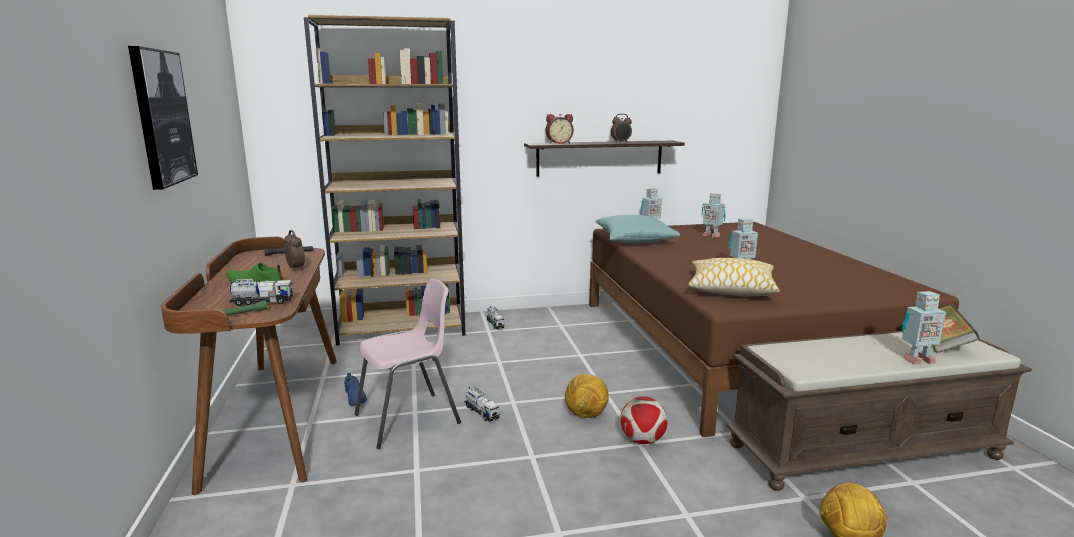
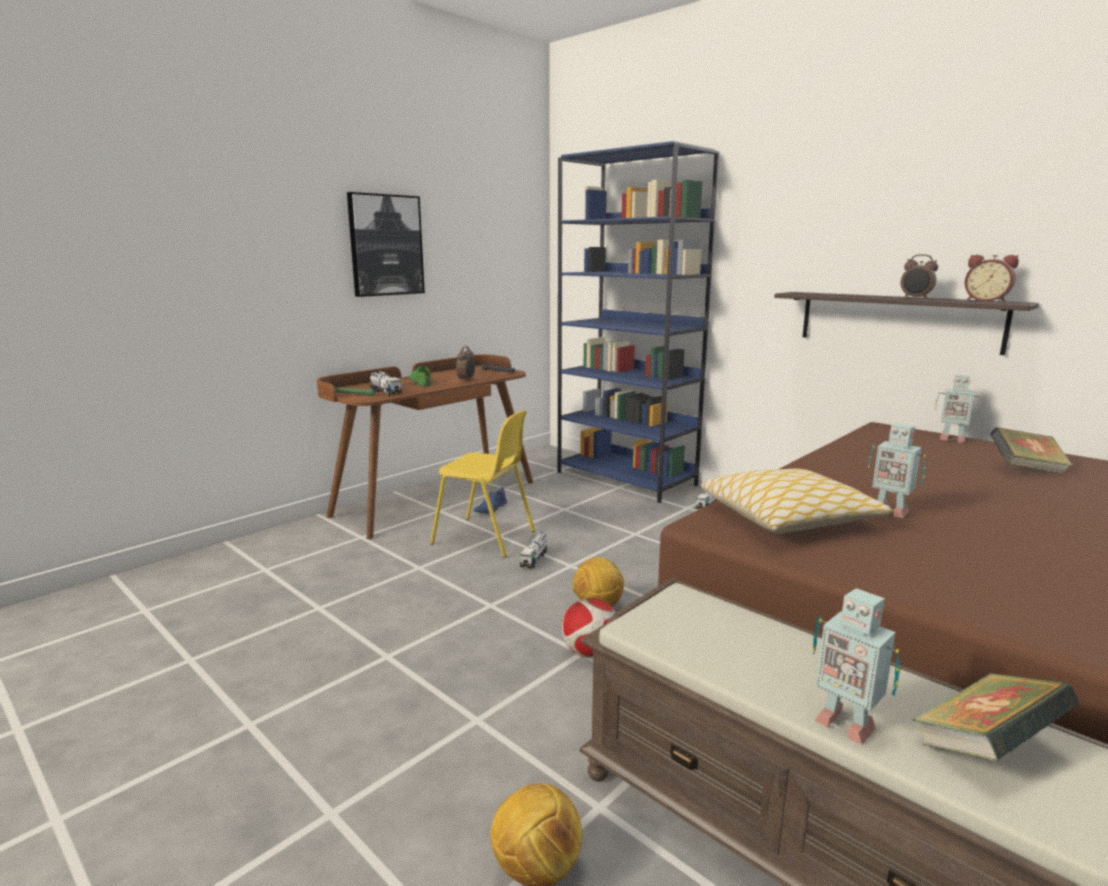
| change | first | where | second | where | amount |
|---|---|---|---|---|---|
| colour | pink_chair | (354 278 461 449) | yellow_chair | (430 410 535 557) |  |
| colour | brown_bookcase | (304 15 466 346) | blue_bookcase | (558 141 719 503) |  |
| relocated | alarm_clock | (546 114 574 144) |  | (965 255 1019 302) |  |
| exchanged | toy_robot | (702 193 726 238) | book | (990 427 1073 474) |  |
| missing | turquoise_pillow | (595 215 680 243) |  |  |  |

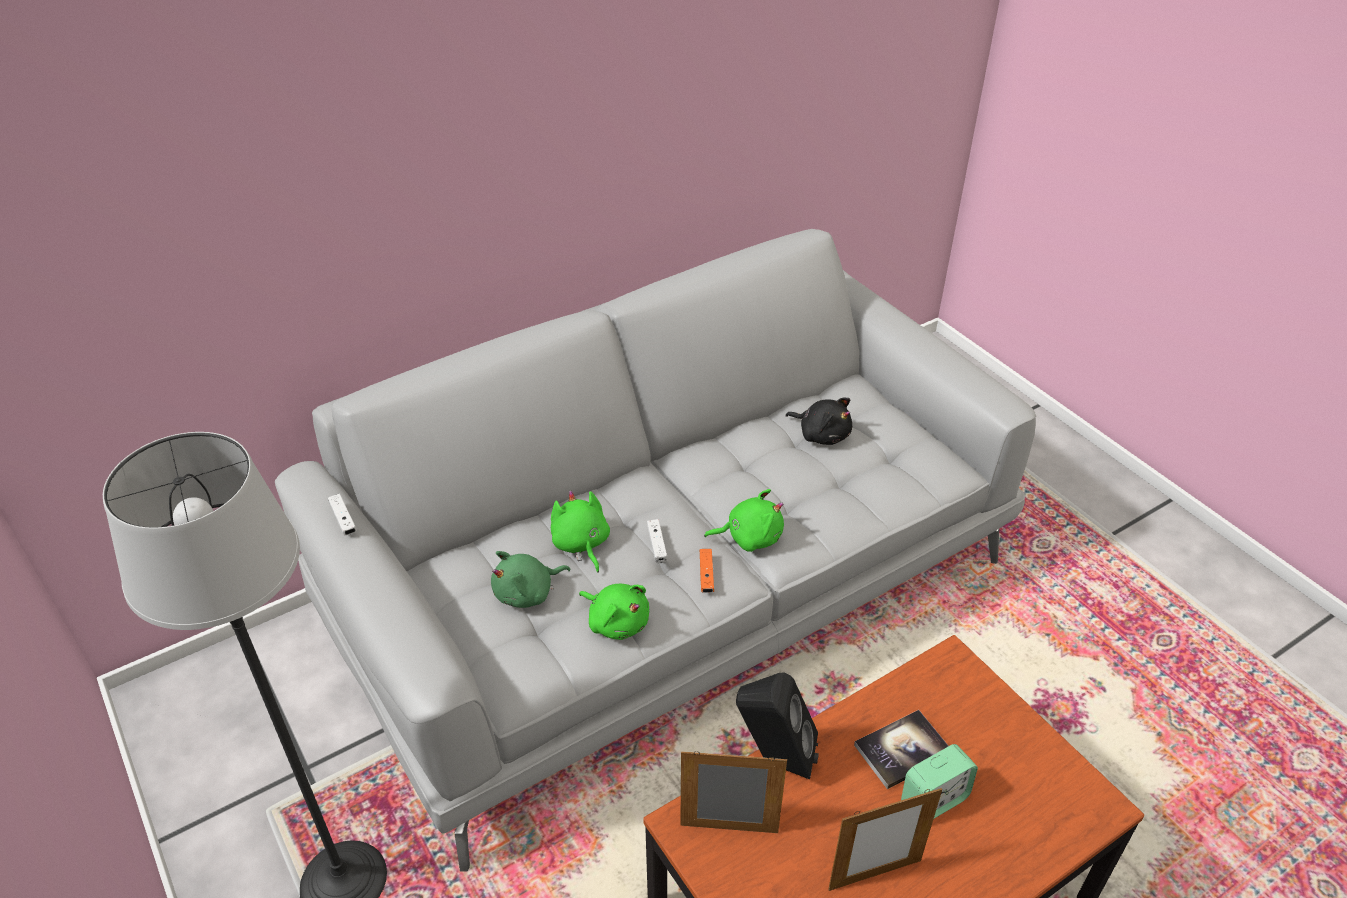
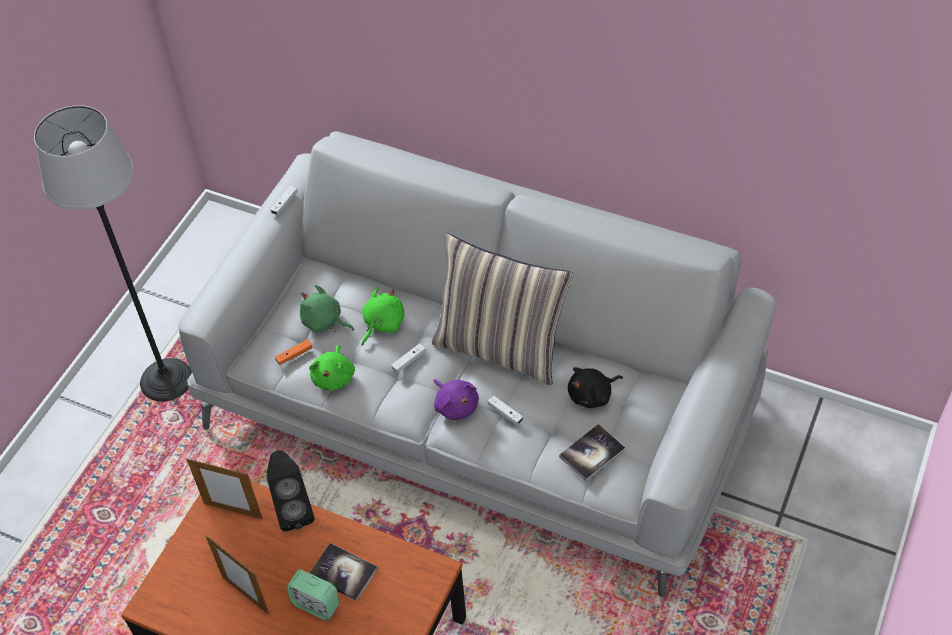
| change | first | where | second | where | amount |
|---|---|---|---|---|---|
| spun | picture_frame | (680 751 787 833) |  | (187 459 262 519) | 135 degrees clockwise |
| relocated | orange_game_controller | (700 549 714 593) |  | (275 339 312 365) |  |
| appeared |  |  | pillow | (432 233 574 385) |  |
| colour | green_plush_toy | (704 489 784 552) | purple_plush_toy | (434 379 479 420) |  |
| appeared |  |  | white_game_controller | (488 396 523 425) |  |
| appeared |  |  | book | (559 424 625 482) |  |
| spun | black_plush_toy | (786 398 852 445) |  | (568 367 623 408) | 60 degrees clockwise |

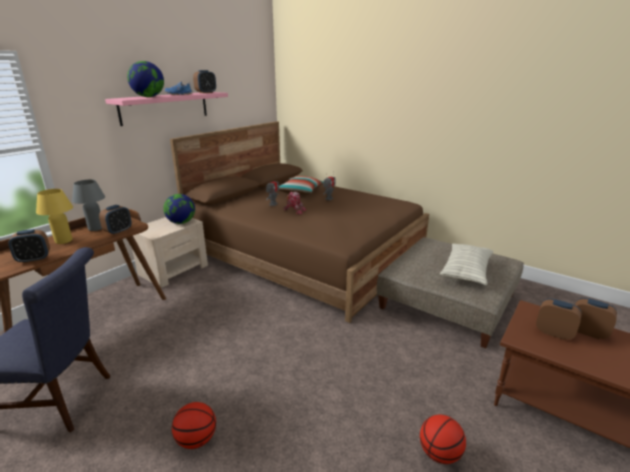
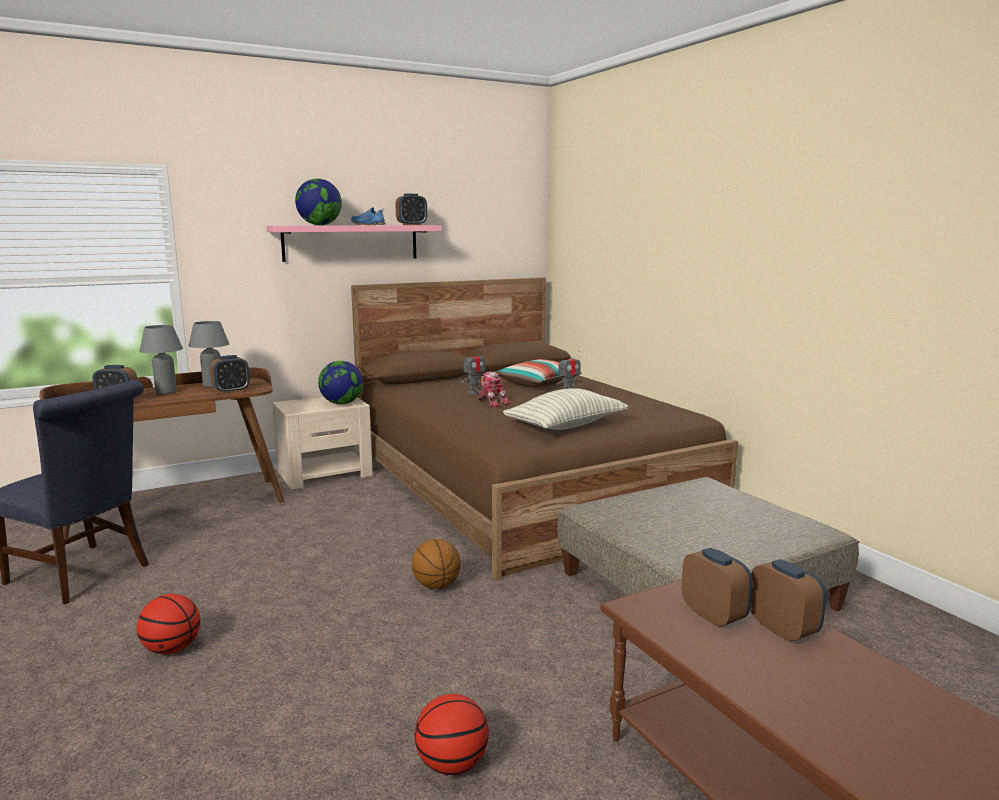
| change | first | where | second | where | amount |
|---|---|---|---|---|---|
| colour | yellow_table_lamp | (36 189 73 244) | grey_table_lamp | (139 325 183 394) |  |
| appeared |  |  | basketball | (412 539 461 589) |  |
| relocated | pillow | (440 243 493 285) |  | (503 388 629 430) |  |

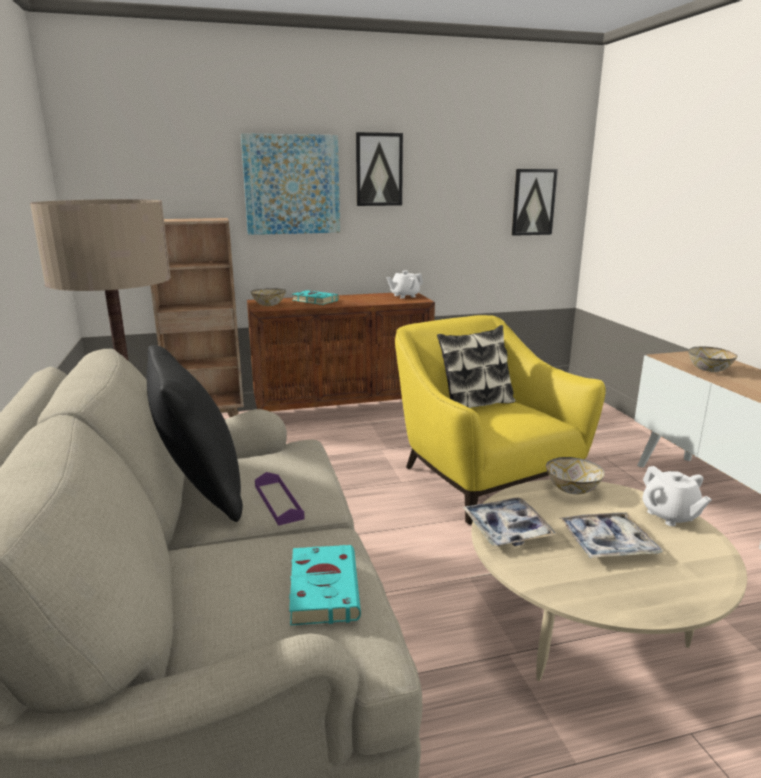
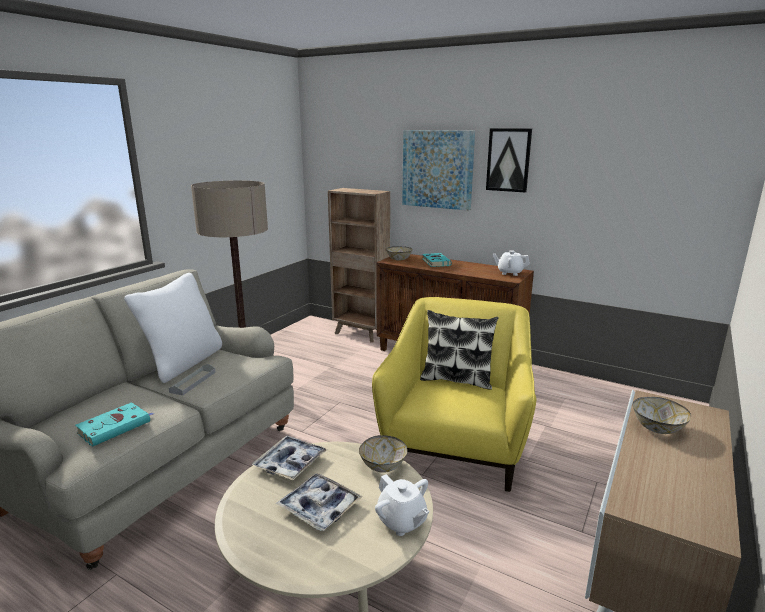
| change | first | where | second | where | amount |
|---|---|---|---|---|---|
| colour | black_pillow | (147 345 243 522) | white_pillow | (124 273 222 383) |  |
| colour | purple_tray | (255 472 305 526) | grey_tray | (169 364 216 395) |  |
| spun | white_teapot | (642 466 712 526) |  | (375 474 429 536) | 60 degrees counterclockwise |
| missing | picture | (512 169 558 236) |  |  |  |

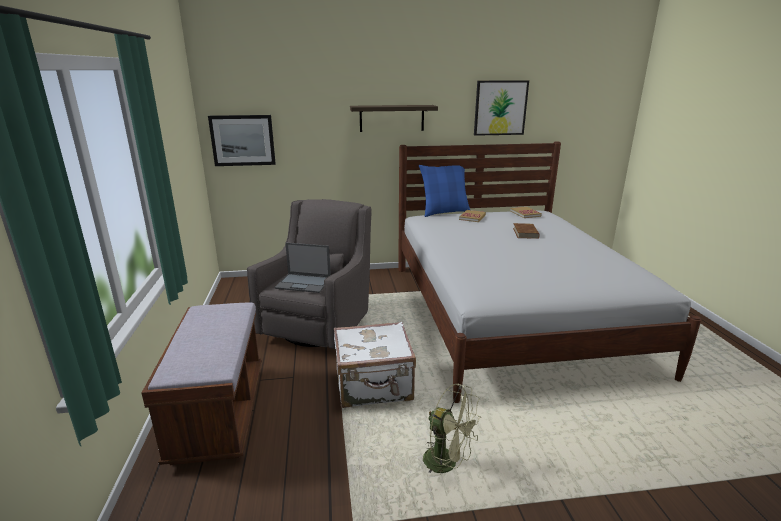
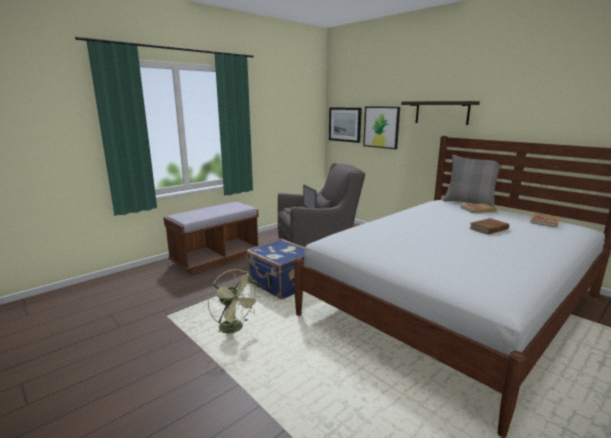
| change | first | where | second | where | amount |
|---|---|---|---|---|---|
| spun | green_fan | (423 384 481 474) |  | (208 269 260 334) | 45 degrees counterclockwise |
| colour | white_suitcase | (334 321 416 408) | blue_suitcase | (246 239 305 300) |  |
| relocated | picture | (474 80 529 136) |  | (363 106 400 149) |  |
| colour | blue_pillow | (419 165 470 217) | grey_pillow | (443 155 502 208) |  |

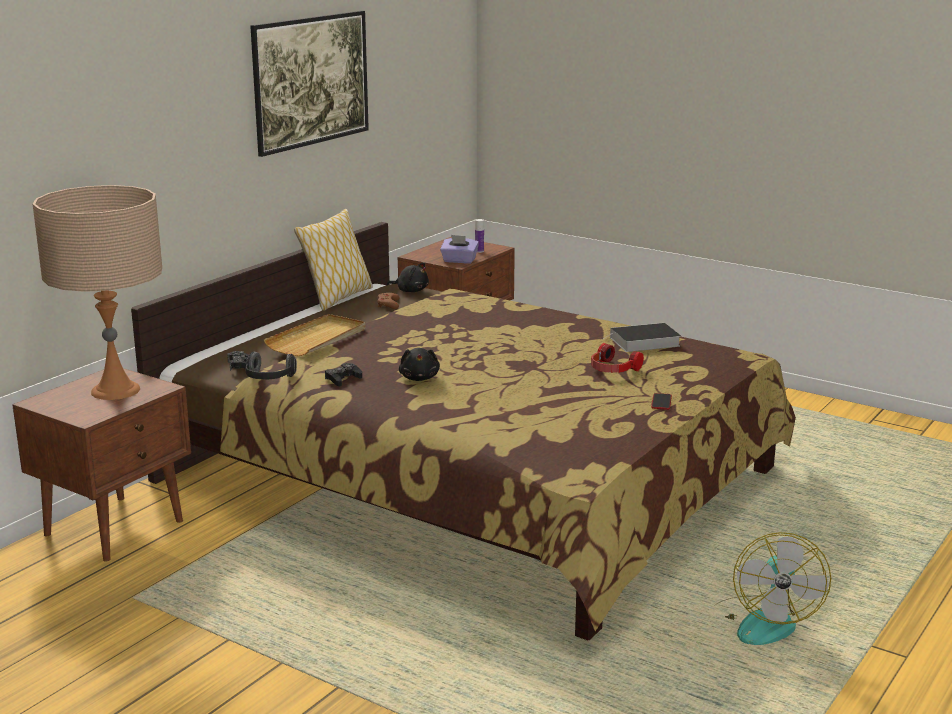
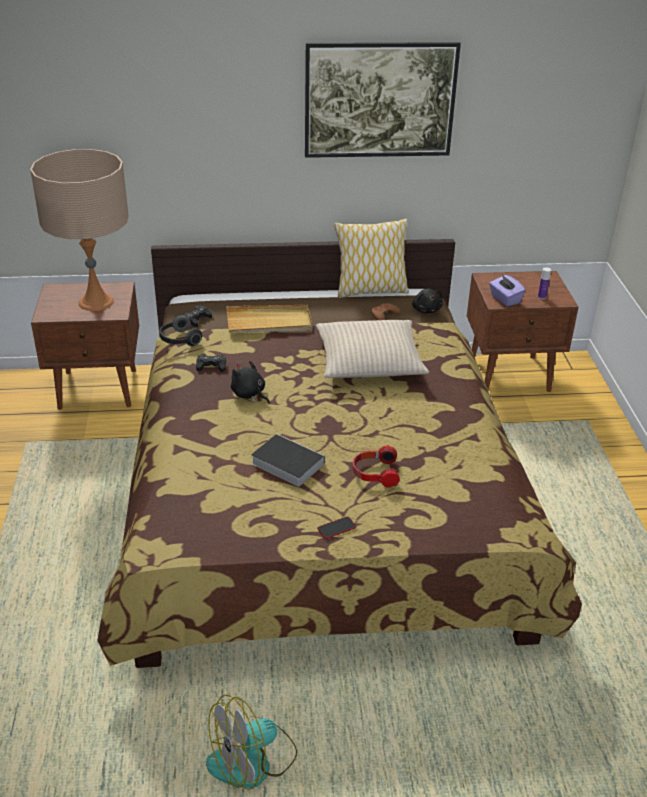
| change | first | where | second | where | amount |
|---|---|---|---|---|---|
| spun | black_plush_toy | (399 348 440 381) |  | (231 361 269 404) | 90 degrees clockwise |
| relocated | book | (604 323 681 352) |  | (251 434 325 487) |  |
| appeared |  |  | beige_pillow | (316 320 430 378) |  |

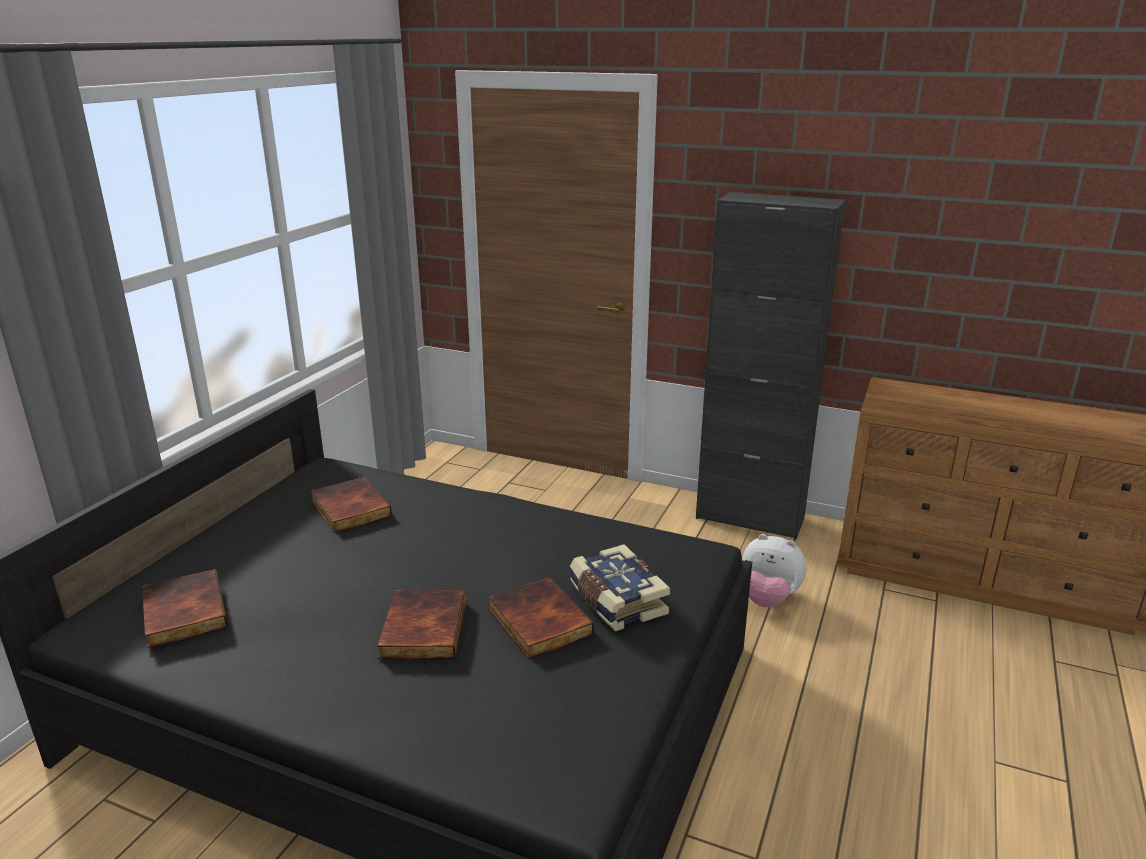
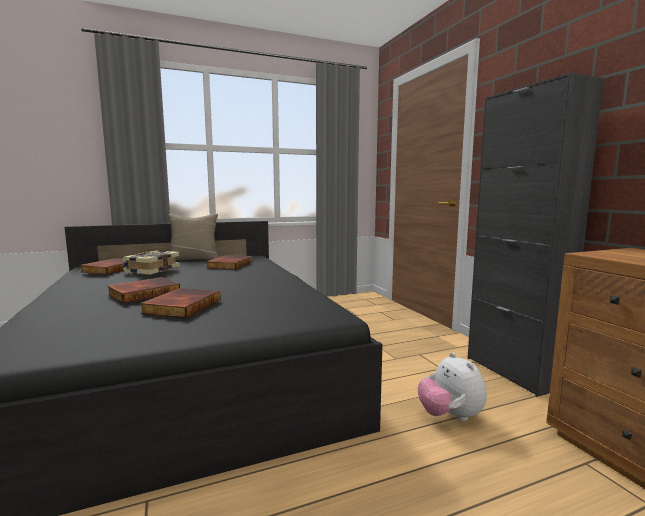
| change | first | where | second | where | amount |
|---|---|---|---|---|---|
| relocated | book | (570 544 670 631) |  | (122 251 180 275) |  |
| appeared |  |  | beige_pillow | (168 214 218 260) |  |

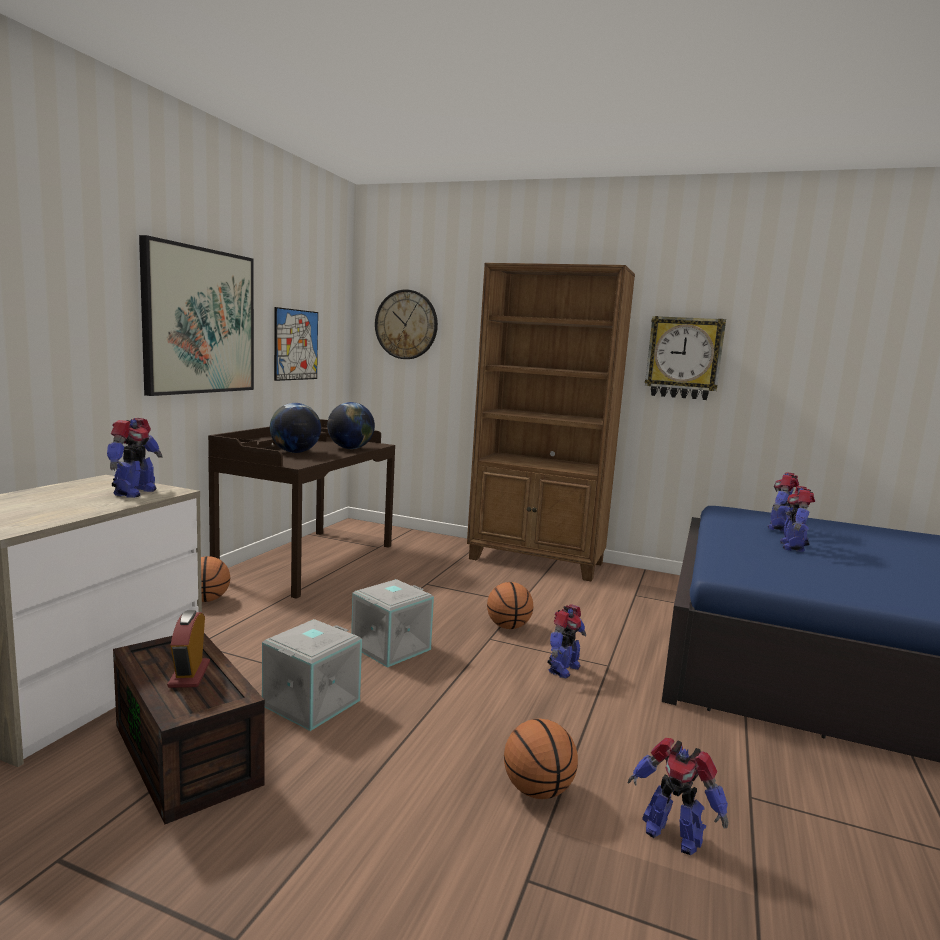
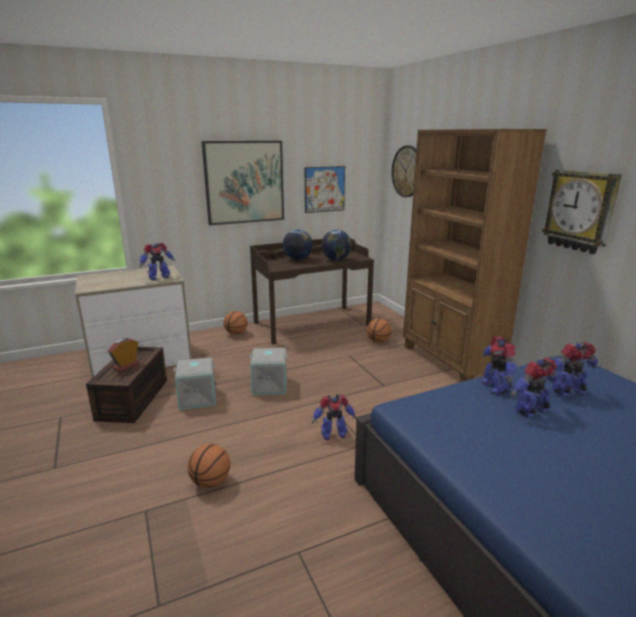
| change | first | where | second | where | amount |
|---|---|---|---|---|---|
| relocated | basketball | (487 582 533 629) |  | (367 318 392 343) |  |
| relocated | toy_robot | (628 738 728 855) |  | (481 336 516 395) |  |

